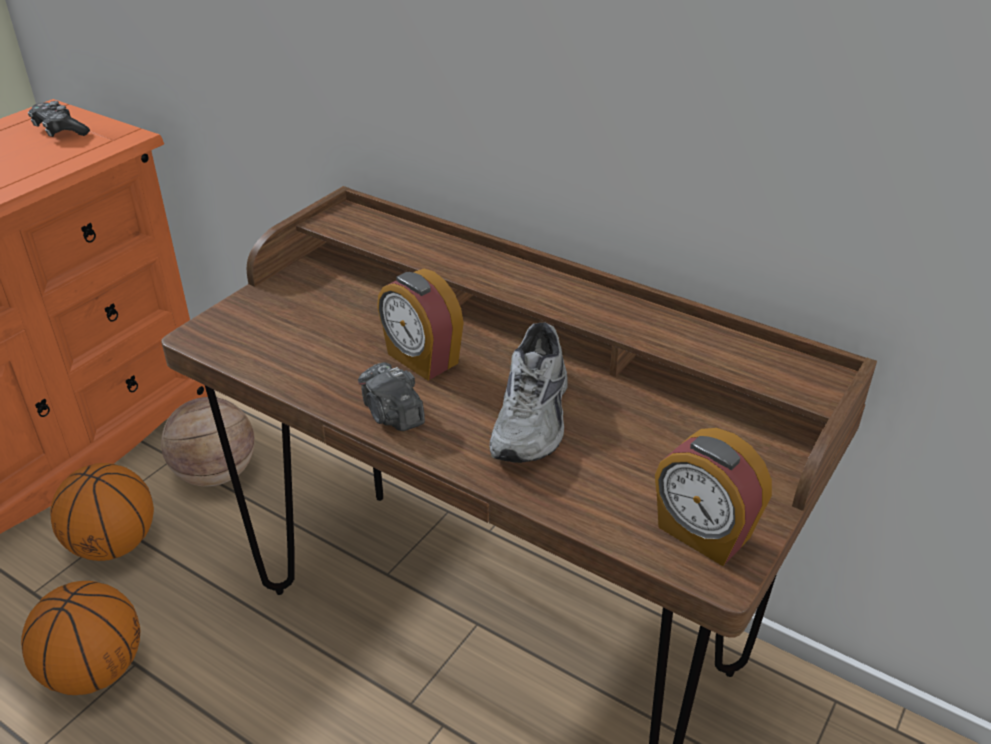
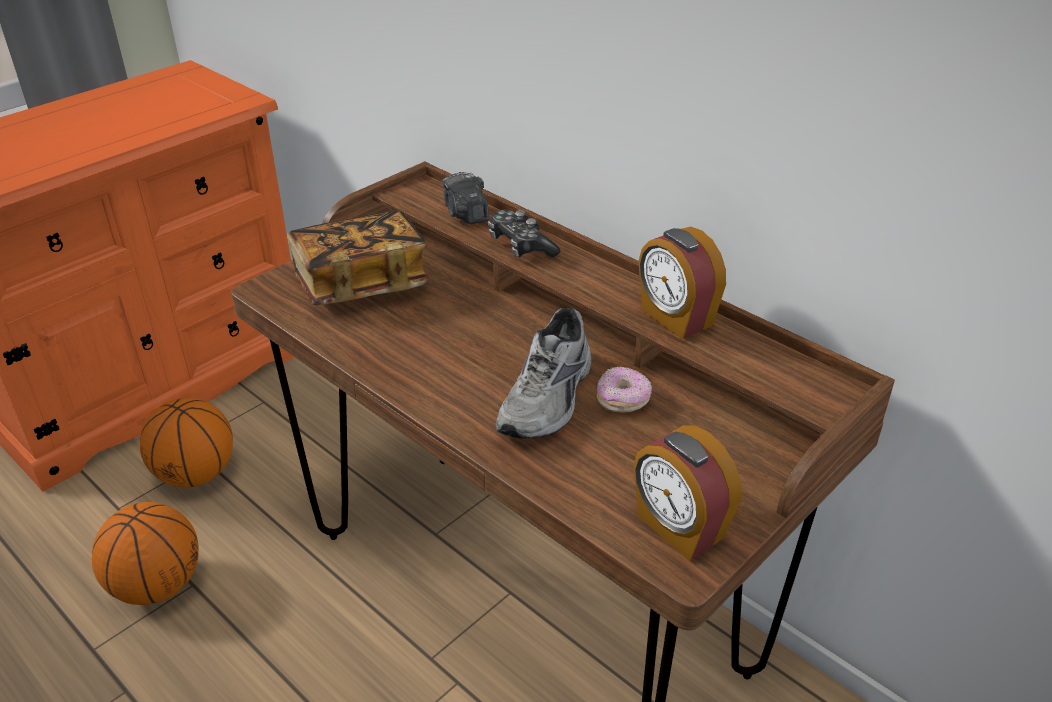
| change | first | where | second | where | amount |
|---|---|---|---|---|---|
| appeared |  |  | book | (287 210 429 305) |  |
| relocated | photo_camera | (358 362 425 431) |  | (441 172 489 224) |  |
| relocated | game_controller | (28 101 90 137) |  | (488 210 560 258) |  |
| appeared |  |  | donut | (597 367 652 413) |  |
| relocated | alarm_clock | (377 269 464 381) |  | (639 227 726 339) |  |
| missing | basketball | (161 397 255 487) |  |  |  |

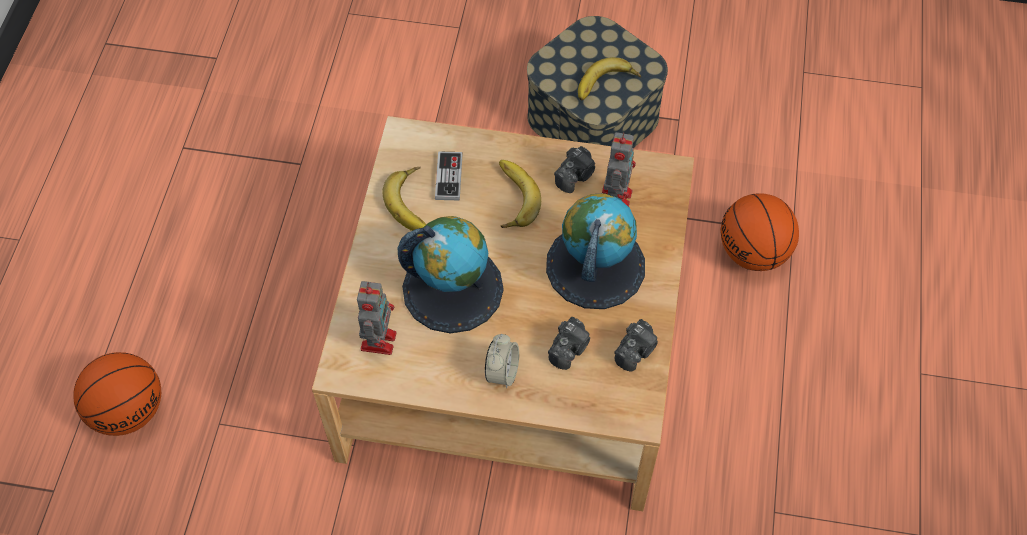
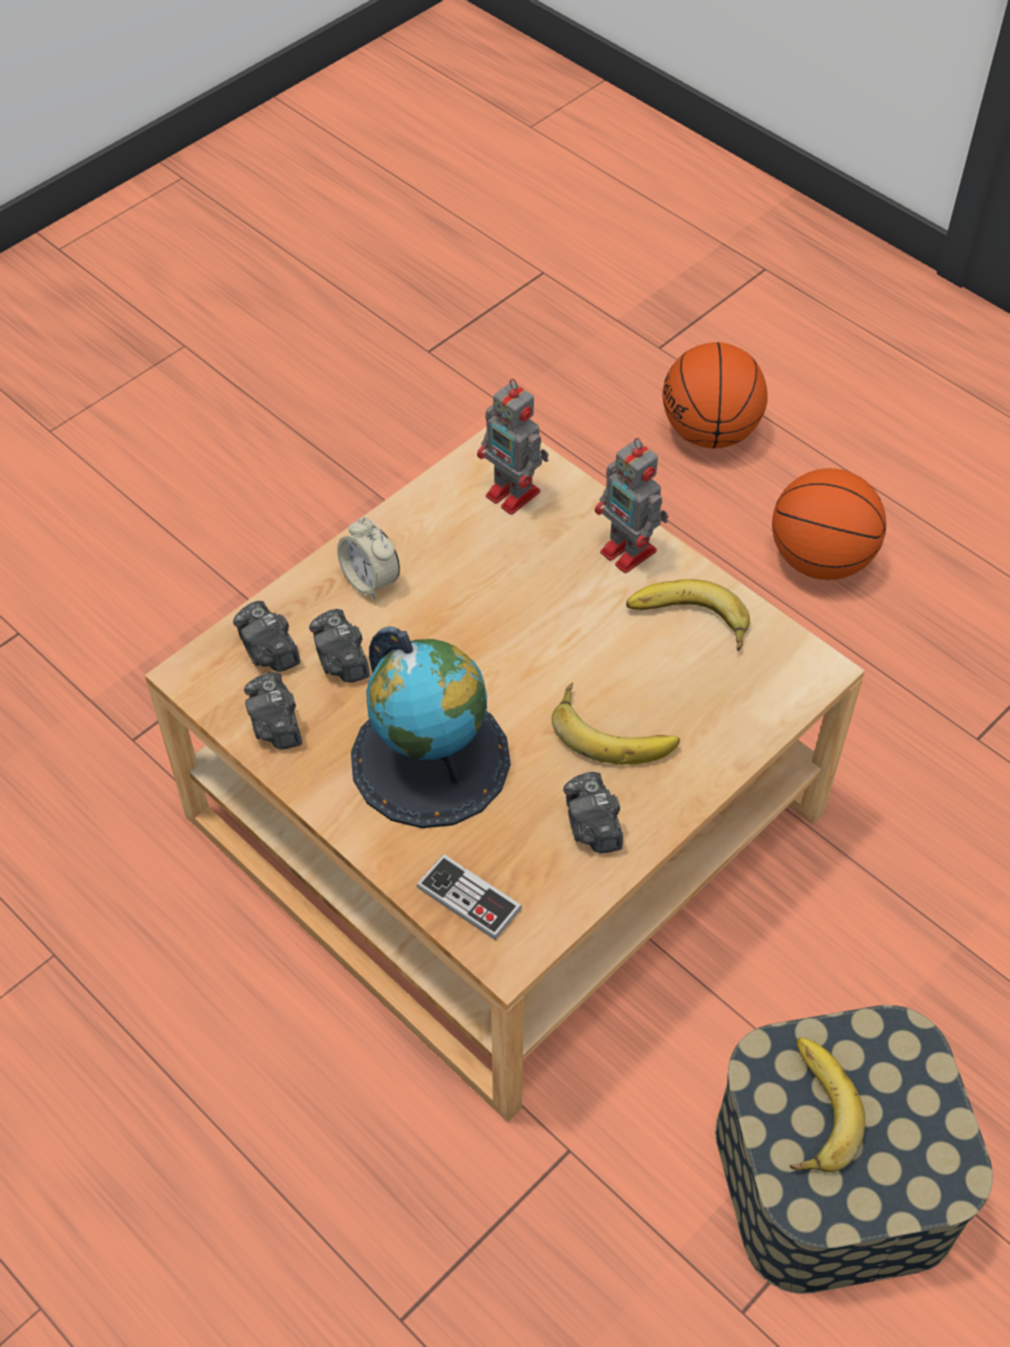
| change | first | where | second | where | amount |
|---|---|---|---|---|---|
| appeared |  |  | photo_camera | (233 601 300 672) |  |
| relocated | game_controller | (435 151 463 200) |  | (417 854 522 940) |  |
| relocated | toy_robot | (602 132 636 207) |  | (595 438 668 573) |  |
| relocated | basketball | (721 193 799 271) |  | (772 468 886 580) |  |
| missing | globe | (398 216 504 333) |  |  |  |

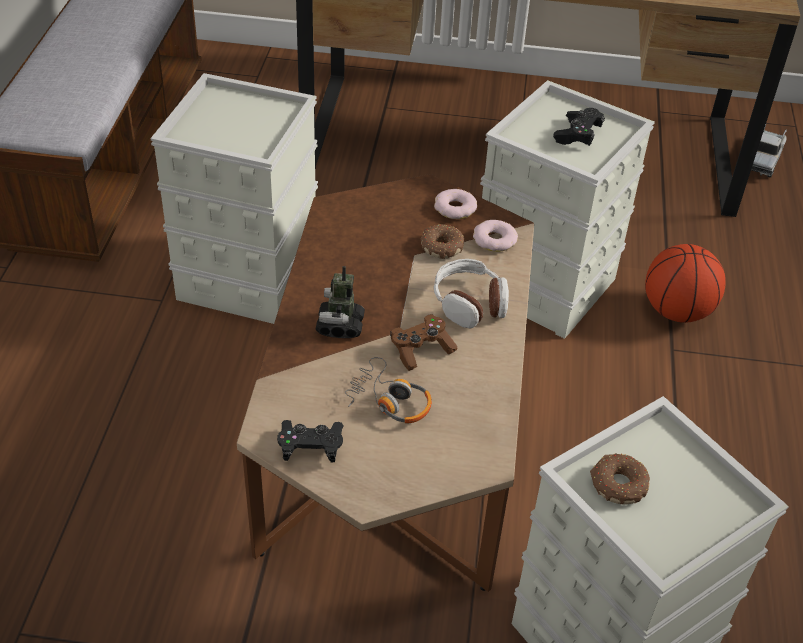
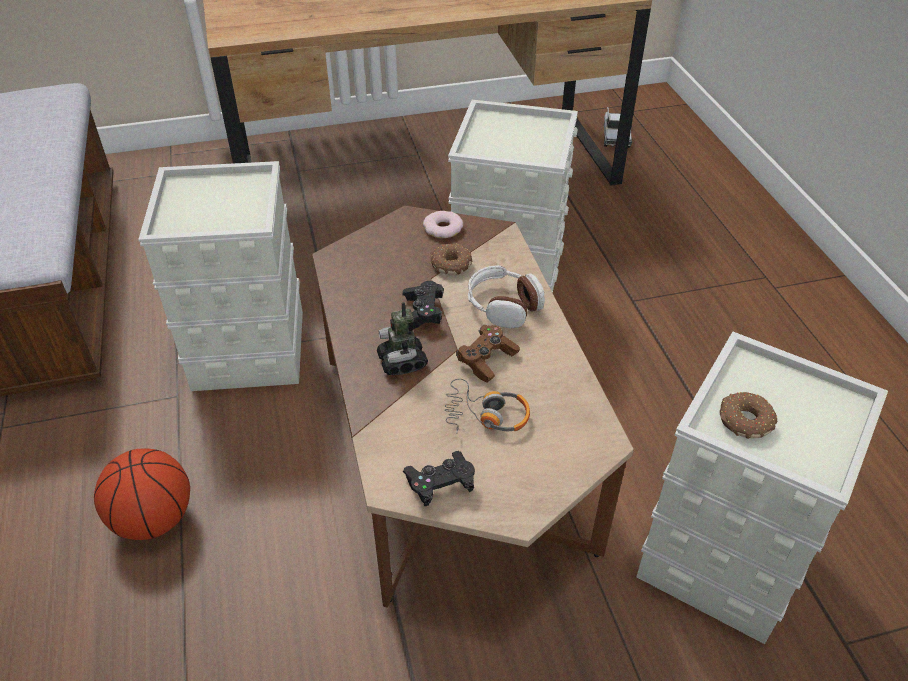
| change | first | where | second | where | amount |
|---|---|---|---|---|---|
| relocated | basketball | (645 244 726 323) |  | (94 448 190 540) |  |
| relocated | black_game_controller | (553 108 605 146) |  | (402 281 444 329) |  |
| missing | donut | (473 220 518 252) |  |  |  |

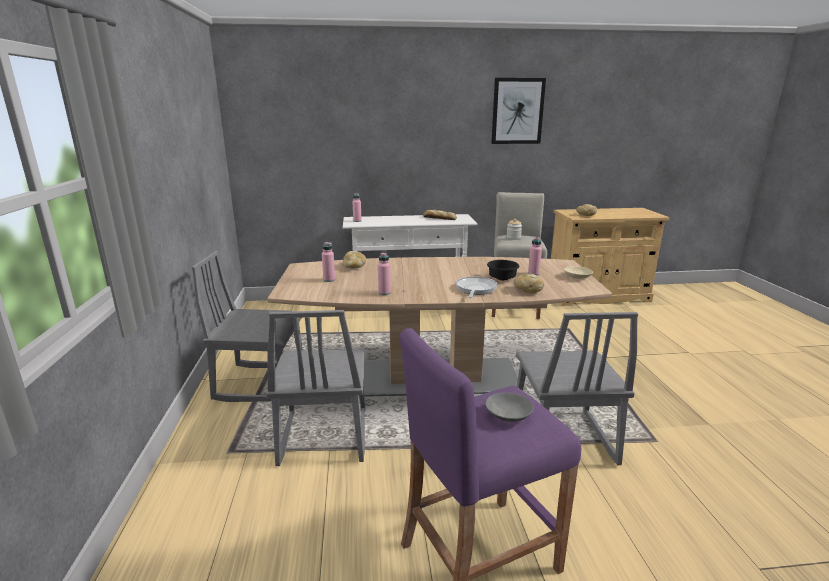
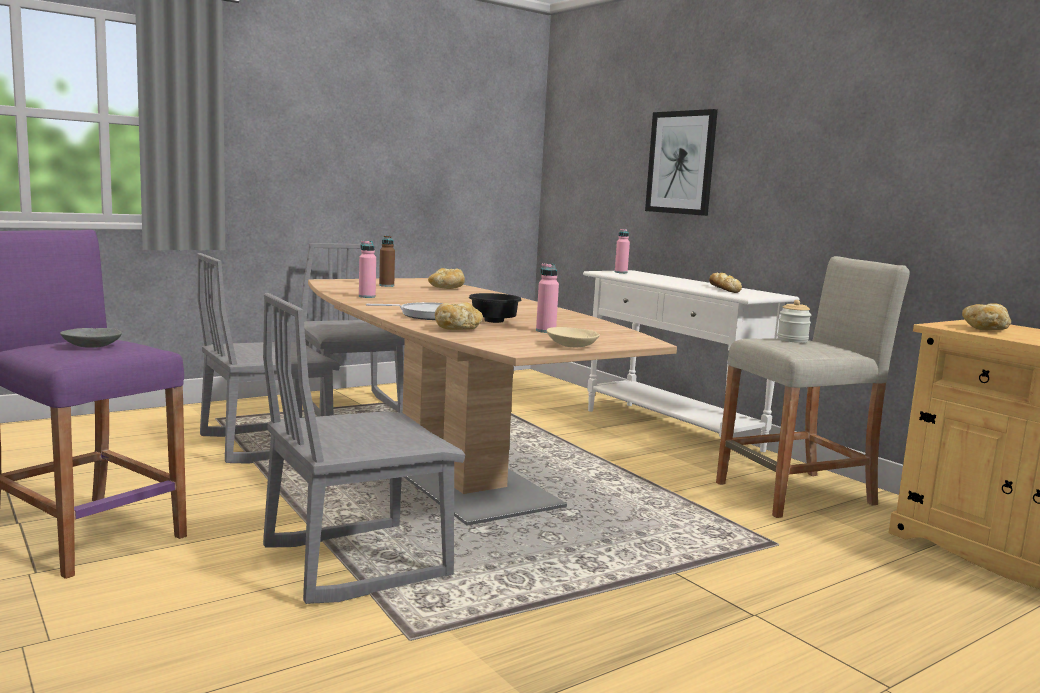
| change | first | where | second | where | amount |
|---|---|---|---|---|---|
| colour | pink_bottle | (322 242 335 282) | brown_bottle | (379 235 395 287) |  |
| relocated | picture | (491 78 546 144) |  | (645 109 718 216) |  |

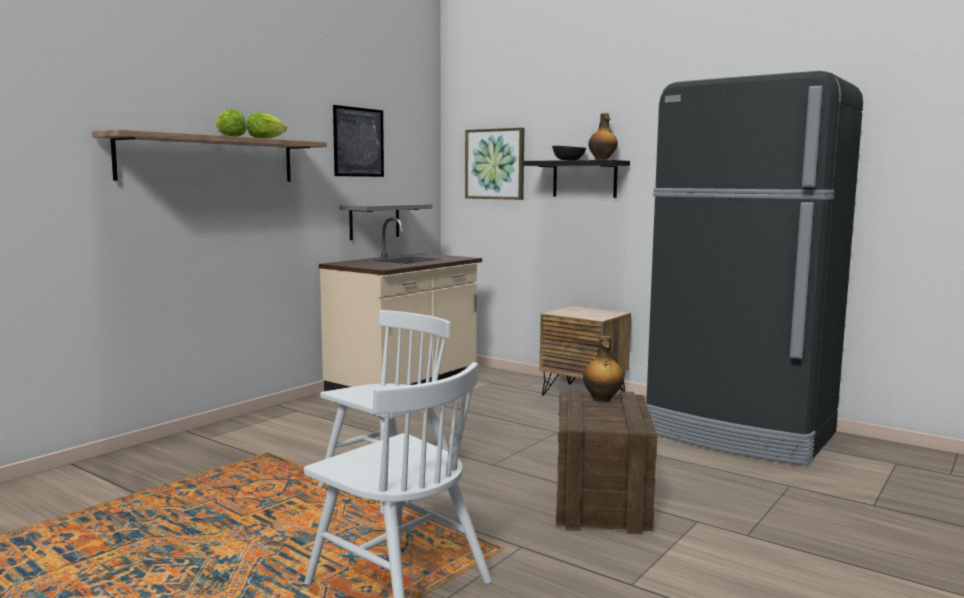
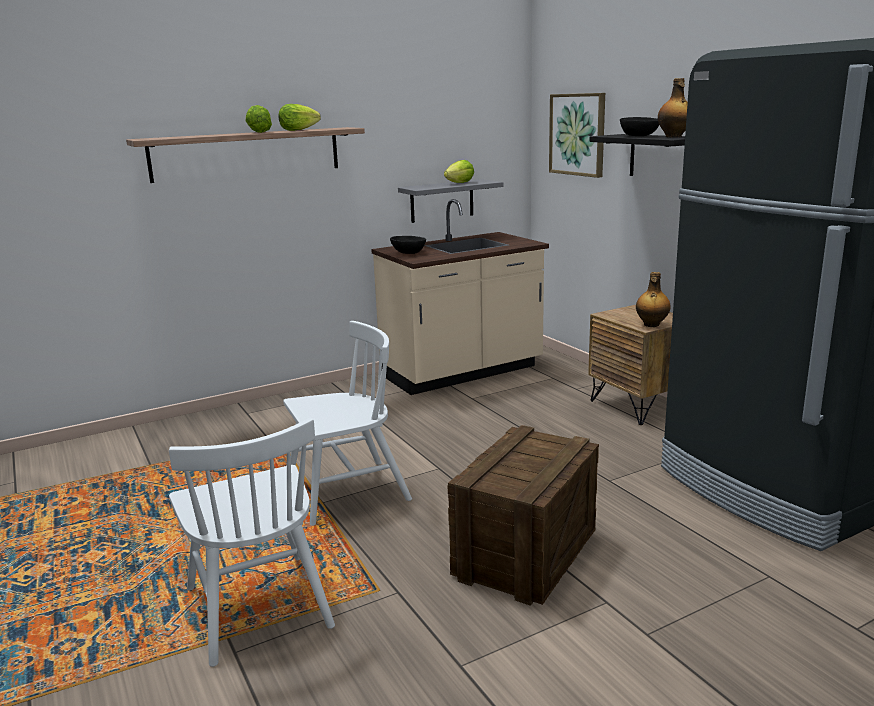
| change | first | where | second | where | amount |
|---|---|---|---|---|---|
| appeared |  |  | black_bowl | (390 236 426 254) |  |
| appeared |  |  | lettuce | (444 160 474 183) |  |
| relocated | bottle | (583 336 624 403) |  | (636 272 671 327) |  |
| missing | picture | (333 105 384 177) |  |  |  |

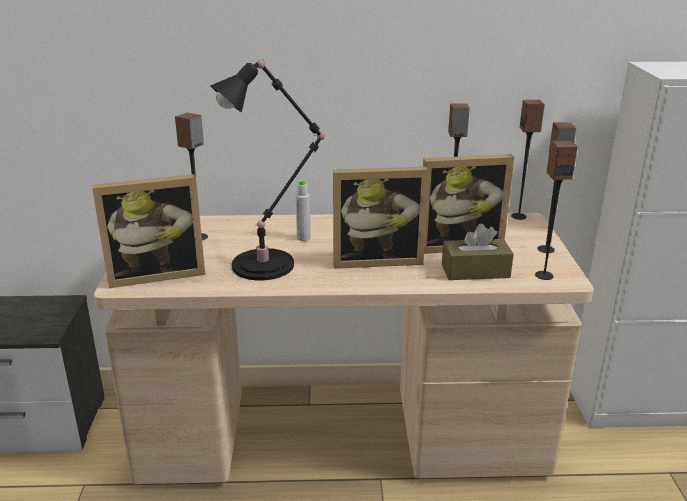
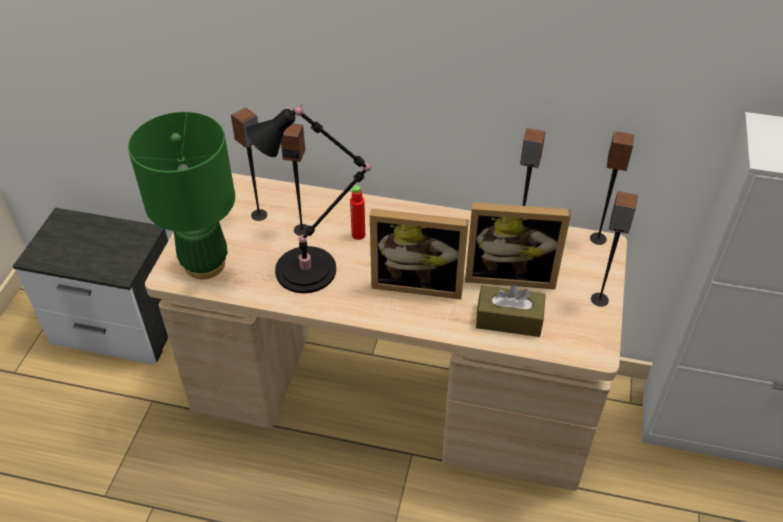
| change | first | where | second | where | amount |
|---|---|---|---|---|---|
| exchanged | picture_frame | (92 174 205 288) | green_table_lamp | (128 112 235 279) |  |
| relocated | speaker | (535 140 578 280) |  | (281 123 308 236) |  |
| colour | grey_bottle | (296 179 310 241) | red_bottle | (350 186 365 240) |  |

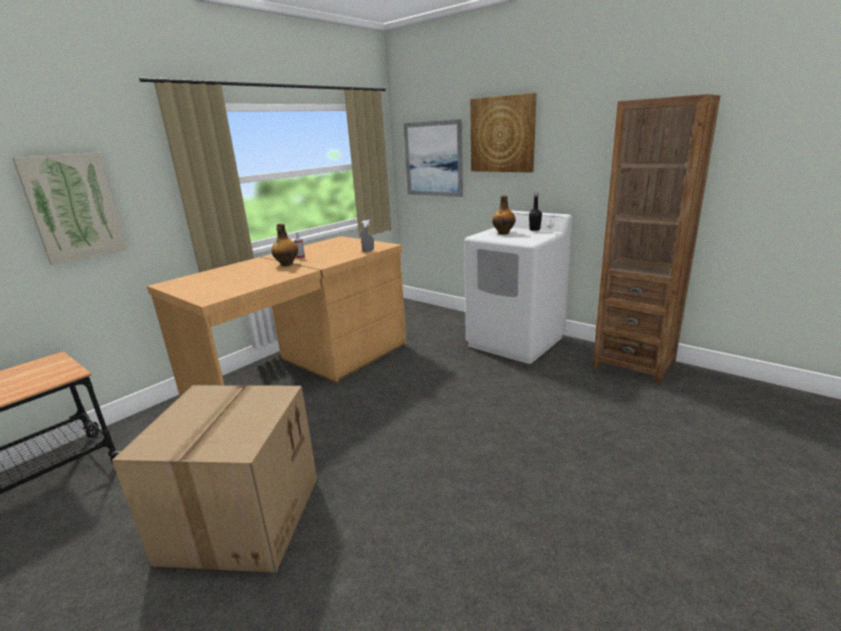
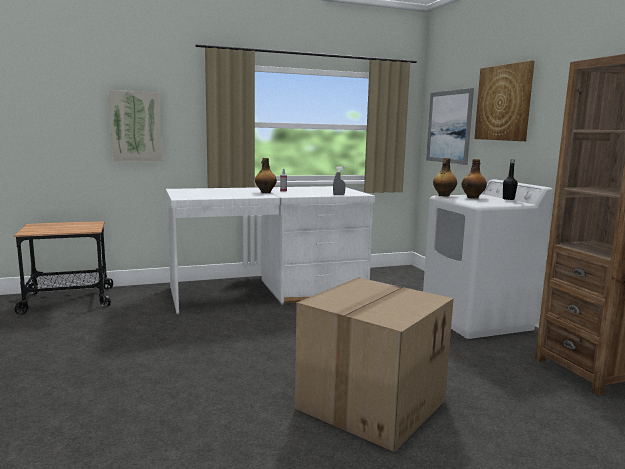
| change | first | where | second | where | amount |
|---|---|---|---|---|---|
| colour | brown_desk | (147 236 407 396) | white_desk | (165 186 375 314) |  |
| relocated | cardboard_box | (112 385 317 573) |  | (295 277 454 452) |  |
| appeared |  |  | bottle | (433 158 457 196) |  |

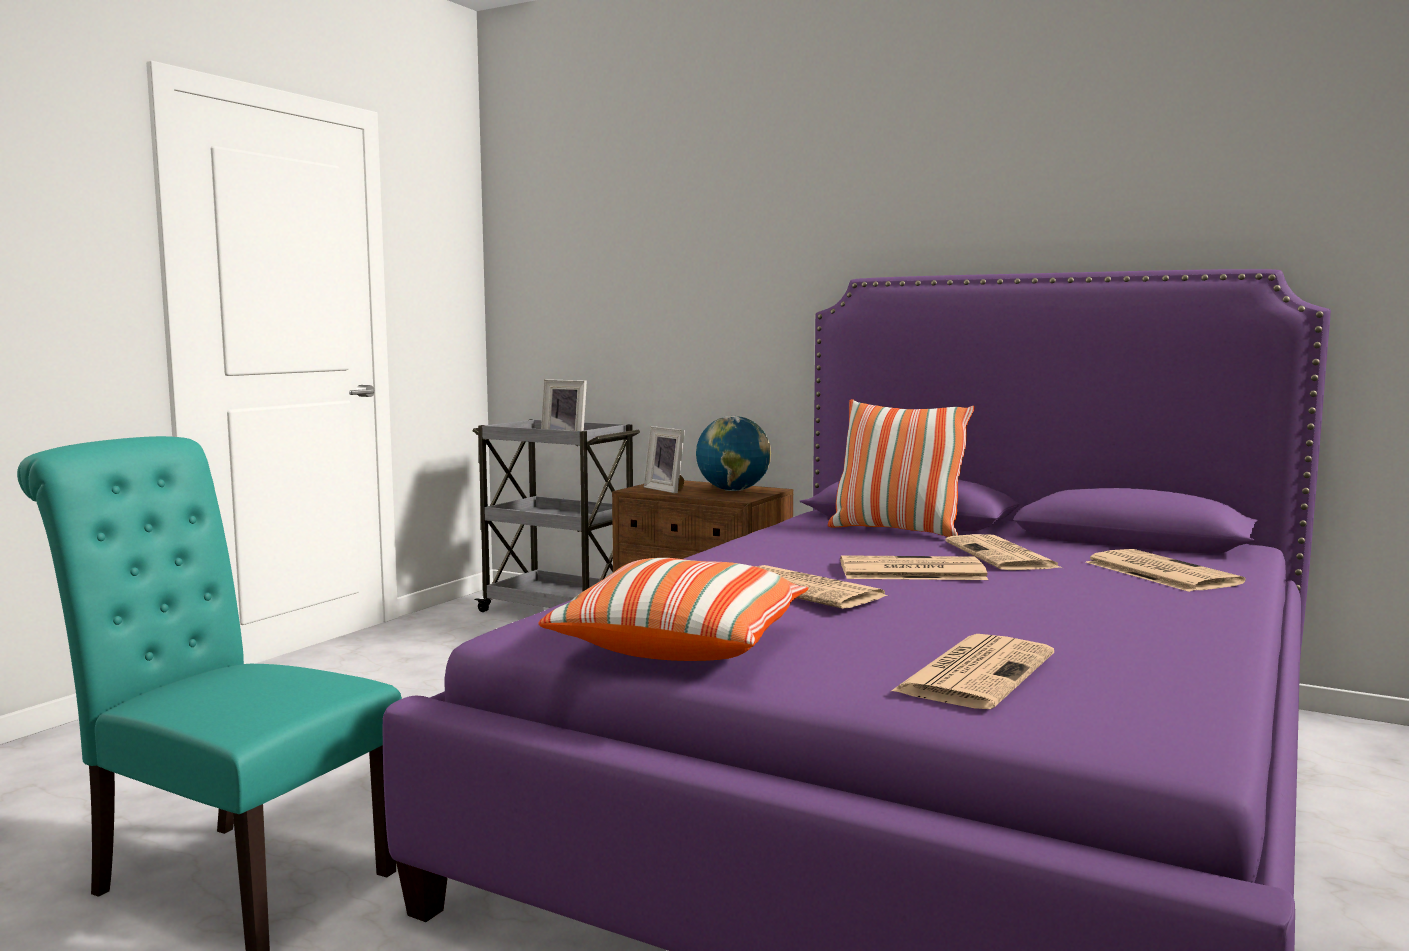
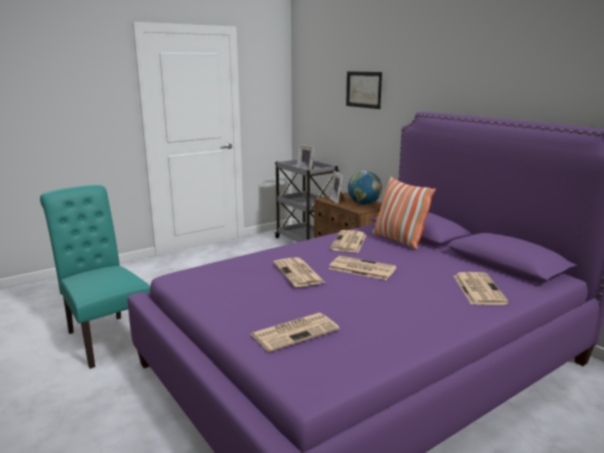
| change | first | where | second | where | amount |
|---|---|---|---|---|---|
| relocated | newspaper | (945 534 1062 570) |  | (330 230 366 252) |  |
| appeared |  |  | picture | (346 71 382 109) |  |
| missing | pillow | (538 558 808 661) |  |  |  |

